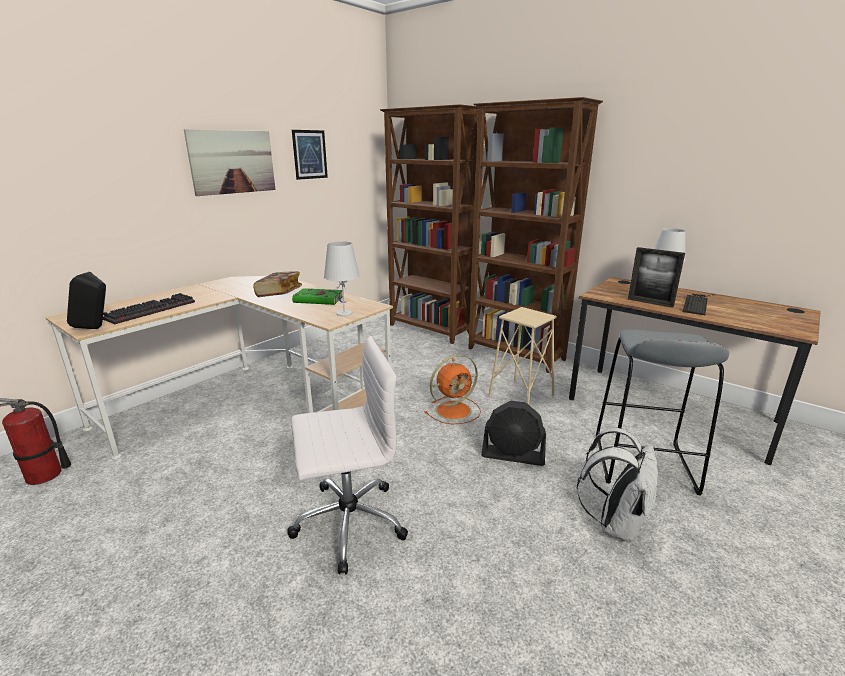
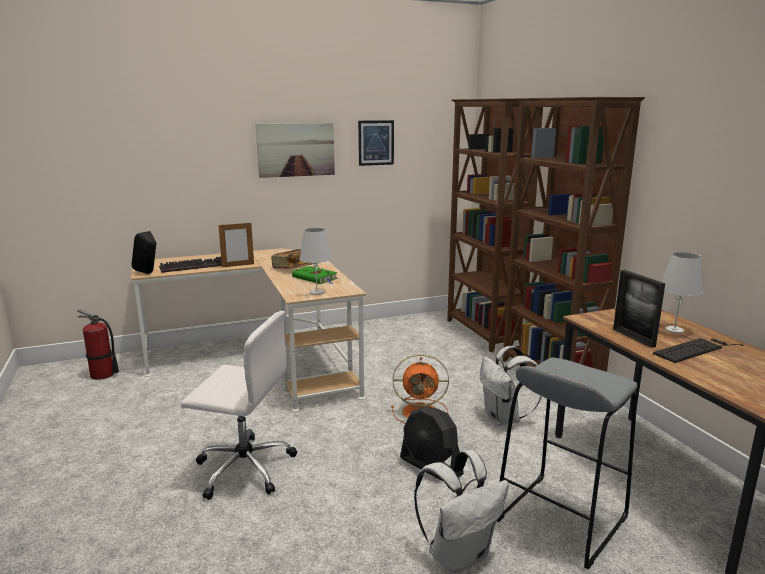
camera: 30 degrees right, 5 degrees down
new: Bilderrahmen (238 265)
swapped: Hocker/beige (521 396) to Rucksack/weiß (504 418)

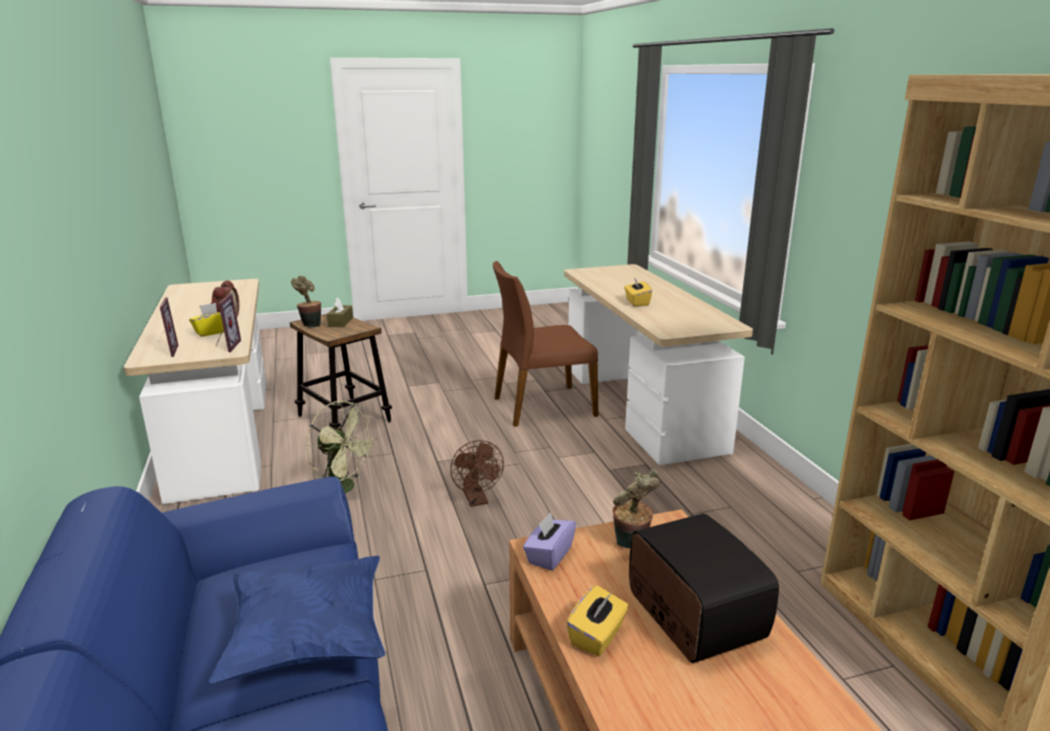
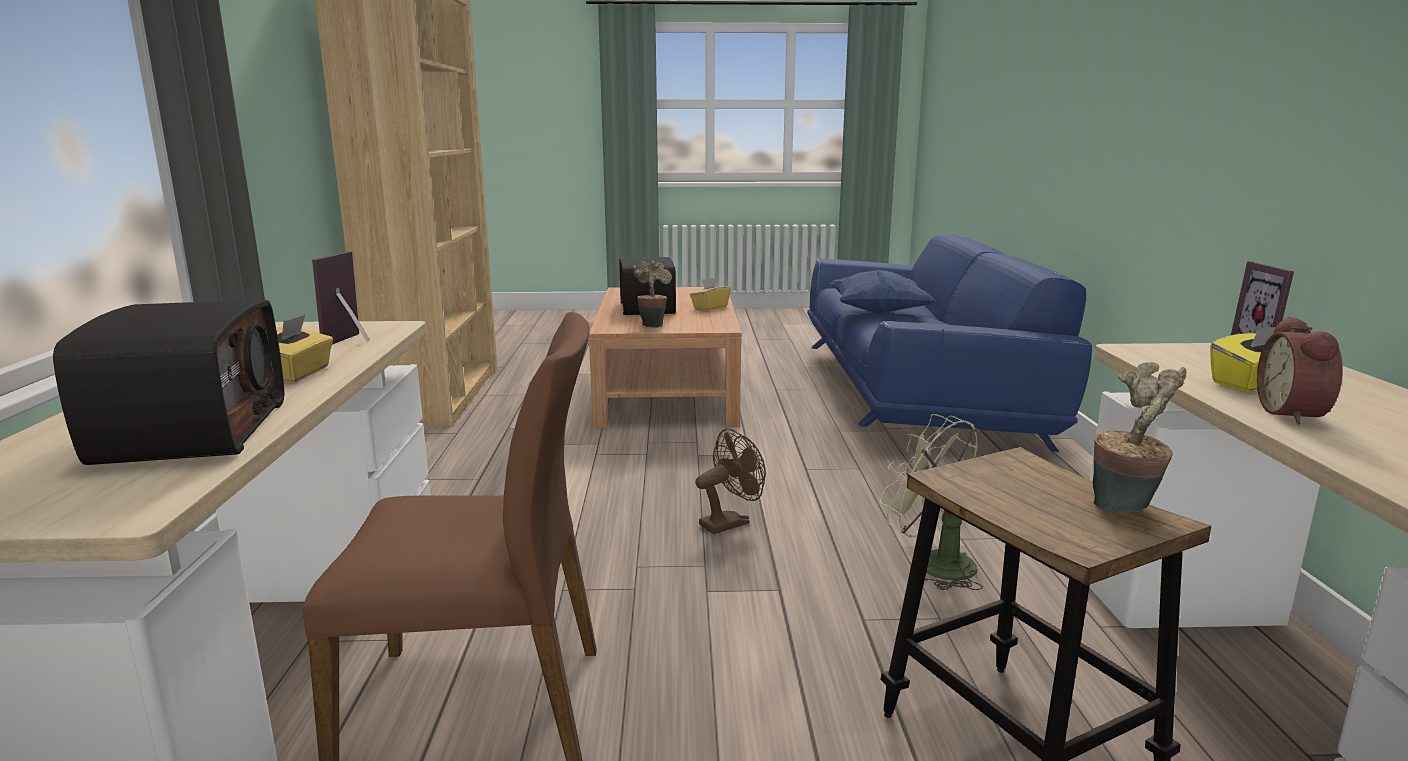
camera: 165 degrees left, 5 degrees down
gone: Taschentuchbox/braun (340 322); Taschentuchbox/lila (549 555)
new: Radio (190 431)
shifted: Bilderrahmen (226 346) to (354 341)
rotated: Ventilator/braun (477 500) = (730 522) 60 degrees clockwise

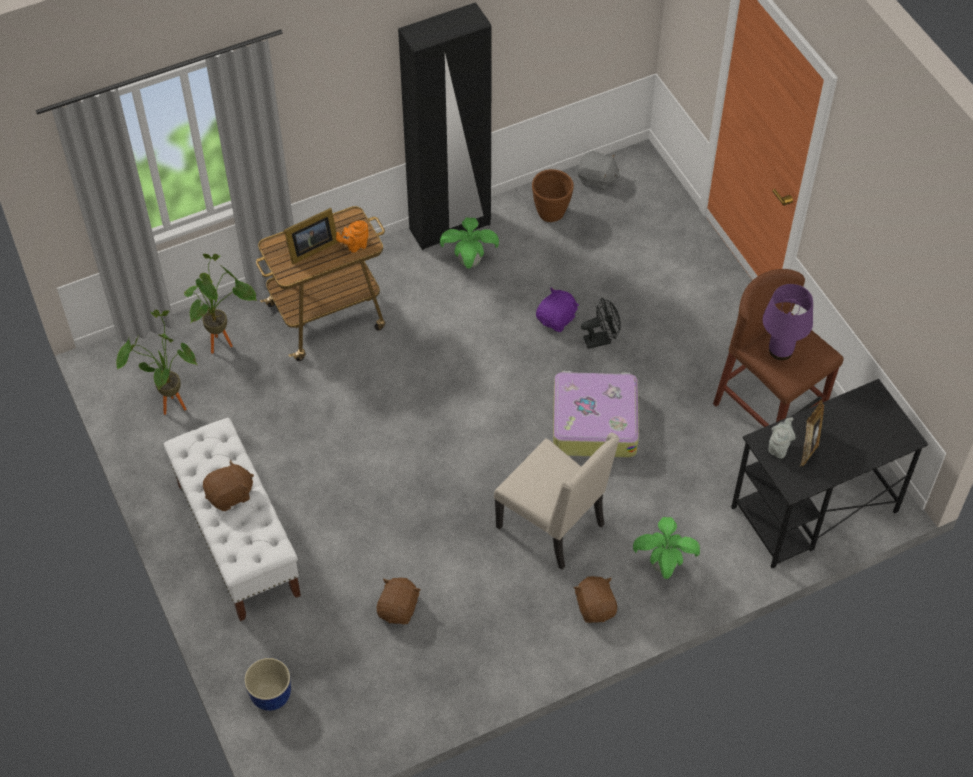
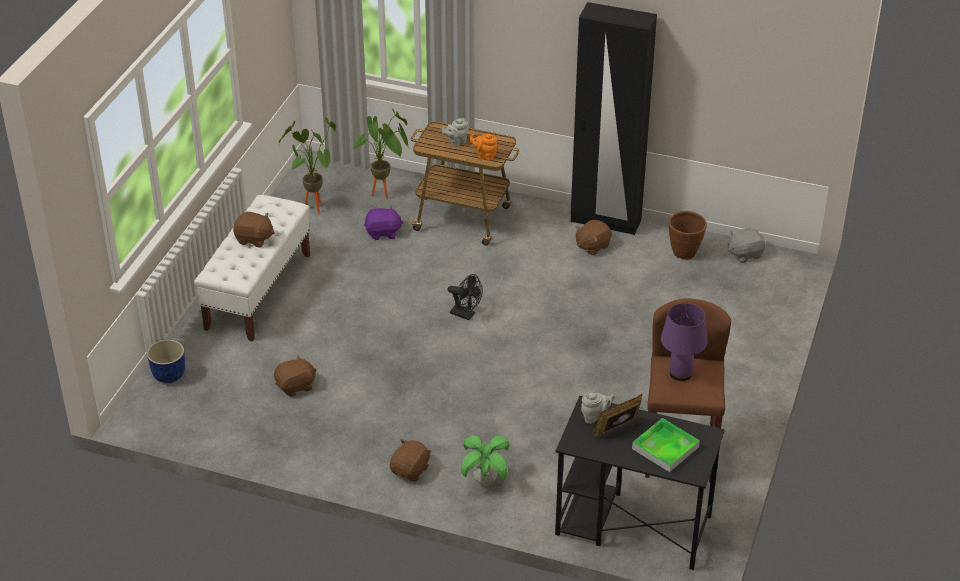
camera: 45 degrees right, 15 degrees down
gone: Stuhl/beige (553 526); Koffer (593 422)
new: Tablett (665 448)
shifted: Plüschtier/lila (556 319) to (383 233); Ventilator/schwarz (601 339) to (466 314)
swapped: Bilderrahmen (310 249) to Teekanne/grau (456 142); Topfpflanze (470 262) to Plüschtier/braun (592 246)
rotated: Plüschtier/grau (597 179) = (744 254) 90 degrees clockwise

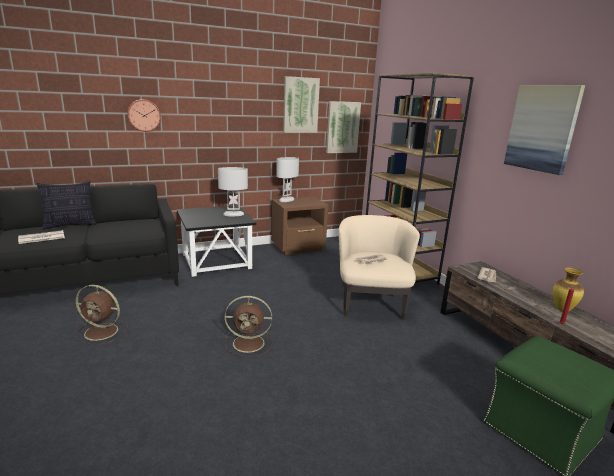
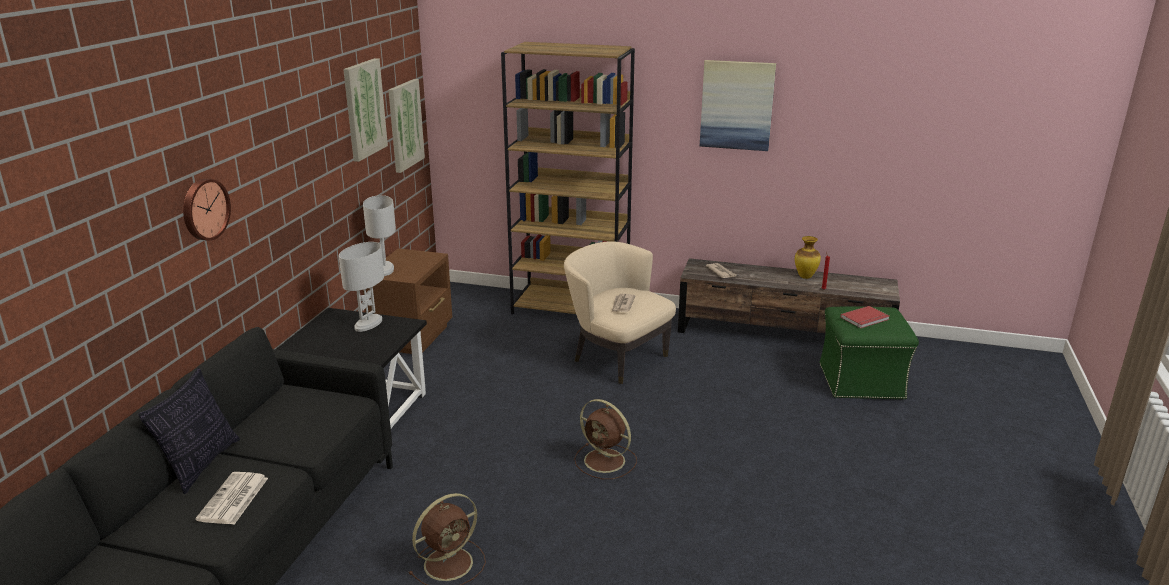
camera: 50 degrees left, 5 degrees up
new: Buch/rot (865 319)
rotated: Ventilator/braun (250 343) = (606 461) 90 degrees clockwise

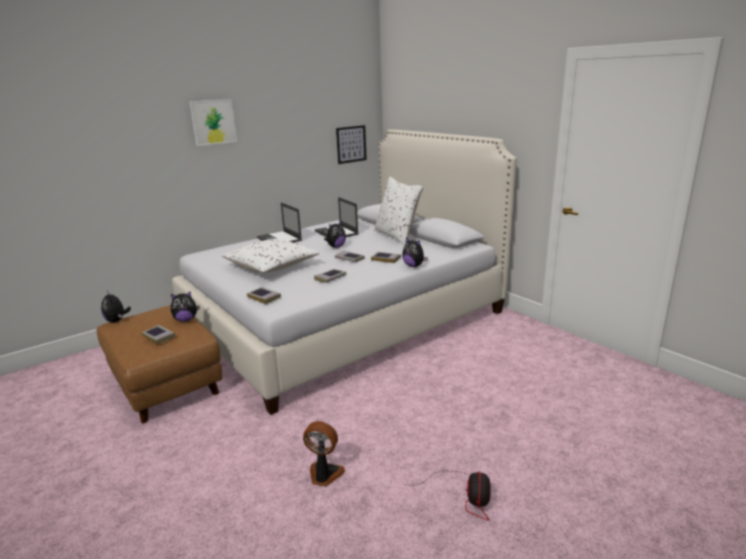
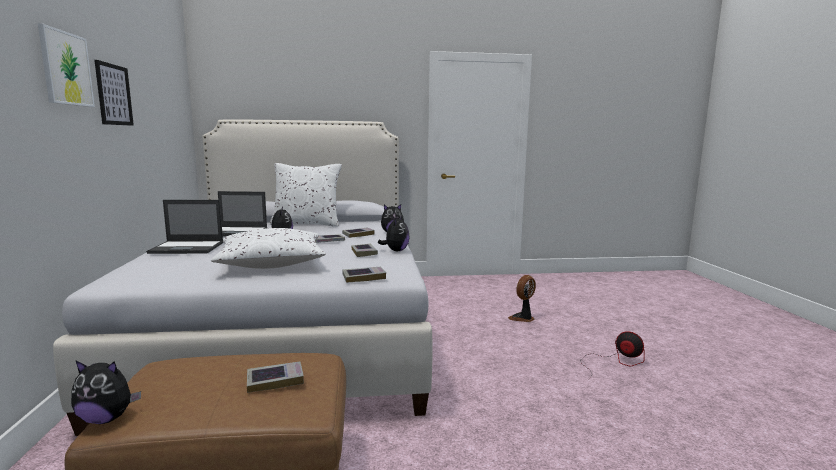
camera: 60 degrees left, 10 degrees down
shifted: Plüschtier (186 320) to (396 251); Ventilator (324 475) to (522 318); Bild (351 144) to (114 95)

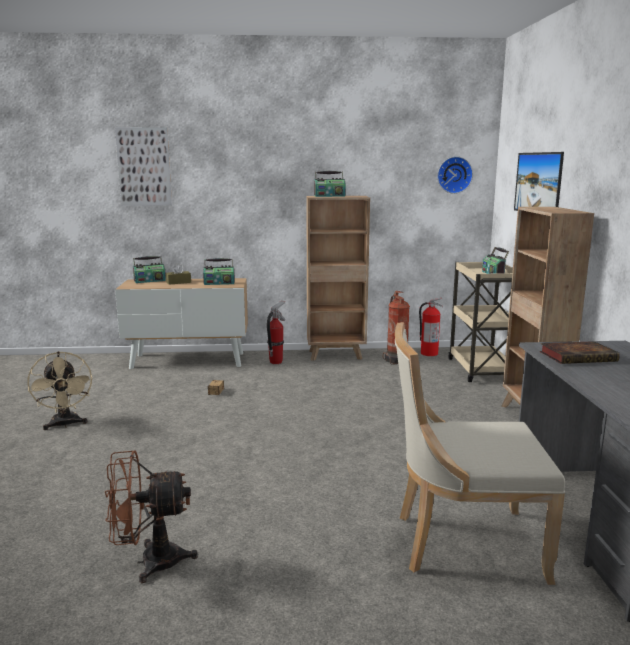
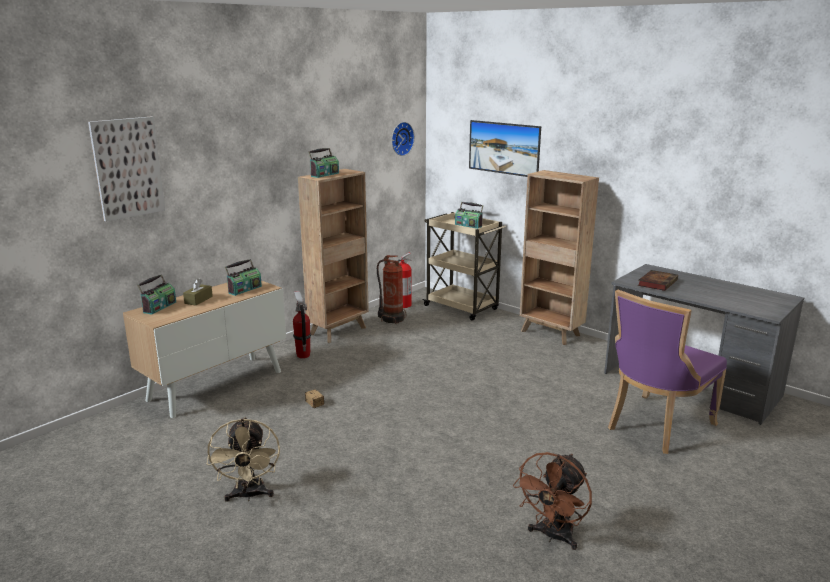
camera: 45 degrees left, 5 degrees up
repainted: Stuhl/beige (462 543) to Stuhl/lila (656 426)
rotated: Ventilator/beige (65 425) = (249 495) 60 degrees clockwise

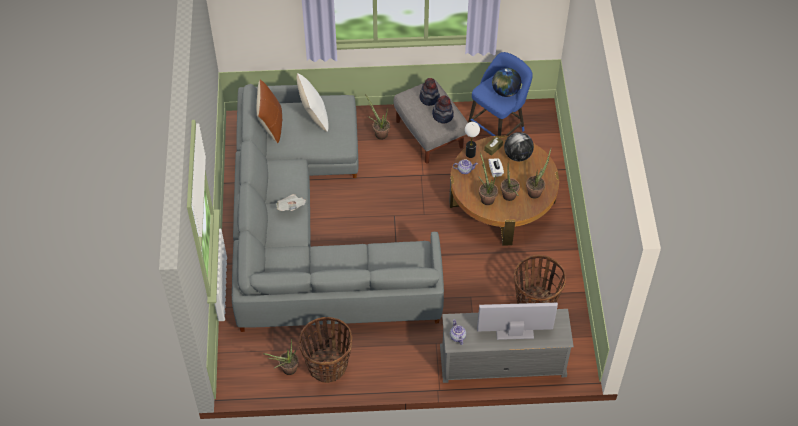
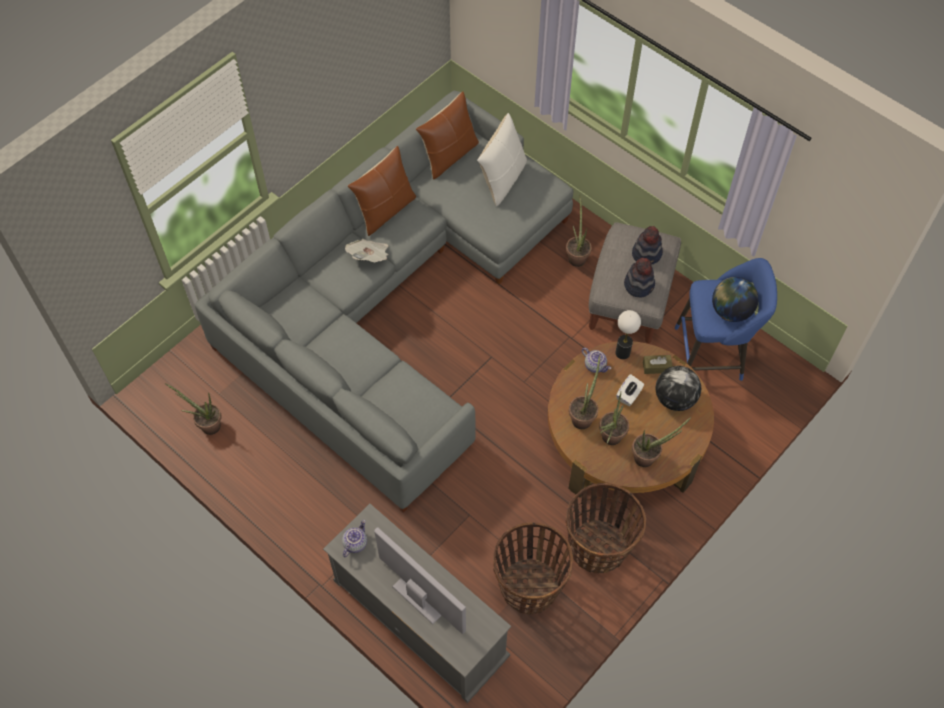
camera: 45 degrees right, 5 degrees up
new: Kissen/braun (385 210)
shifted: Korb (327 365) to (598 547)

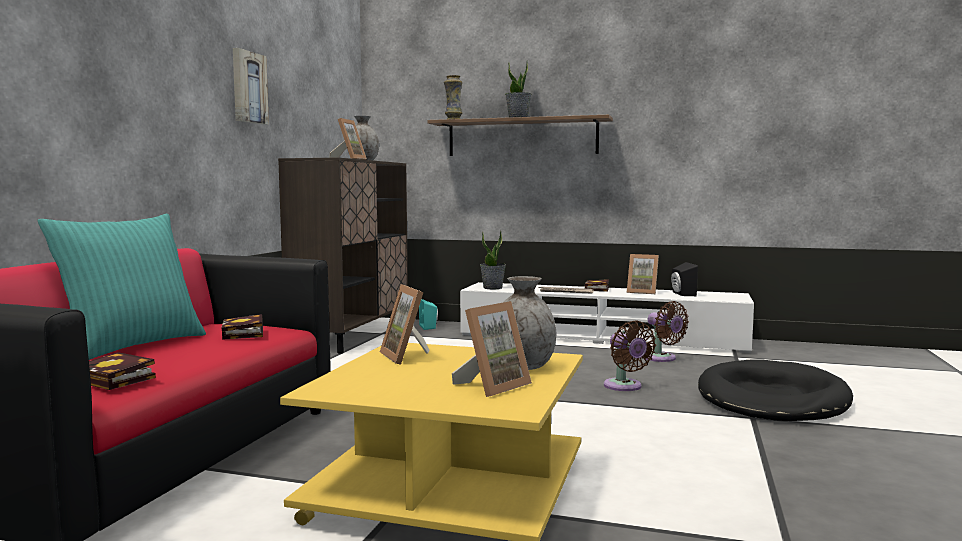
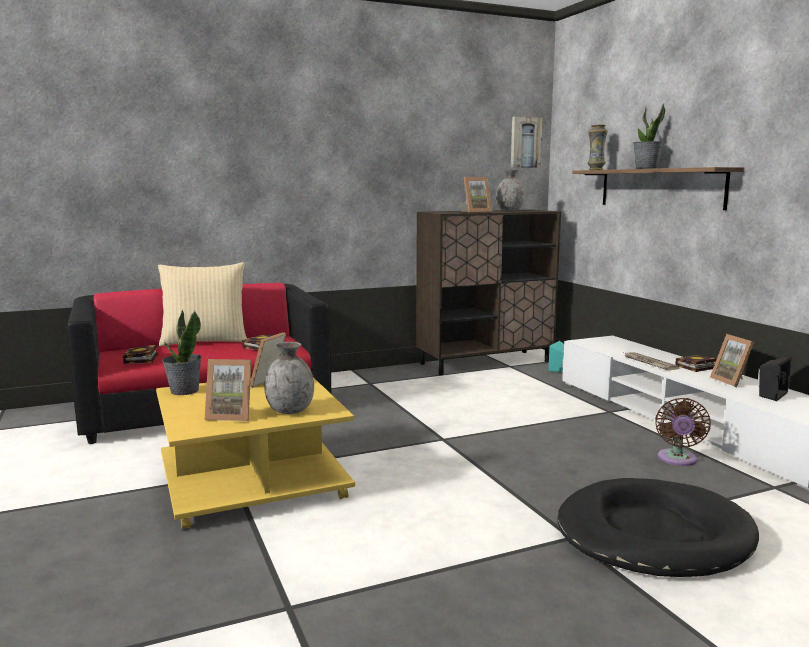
camera: 50 degrees right, 5 degrees up
gone: Ventilator/braun (625 387)
shifted: Bild (248 87) to (525 142); Topfpflanze (493 288) to (184 391)
repainted: Kissen/türkis (132 345) to Kissen/beige (205 341)

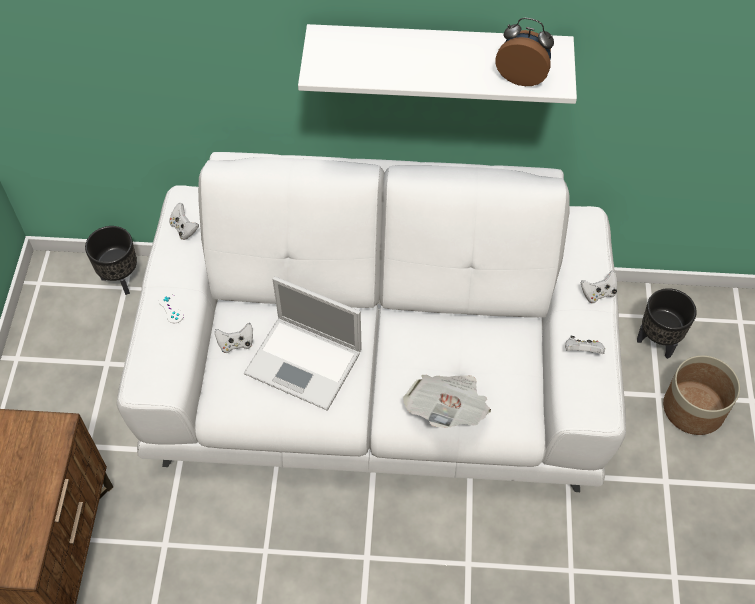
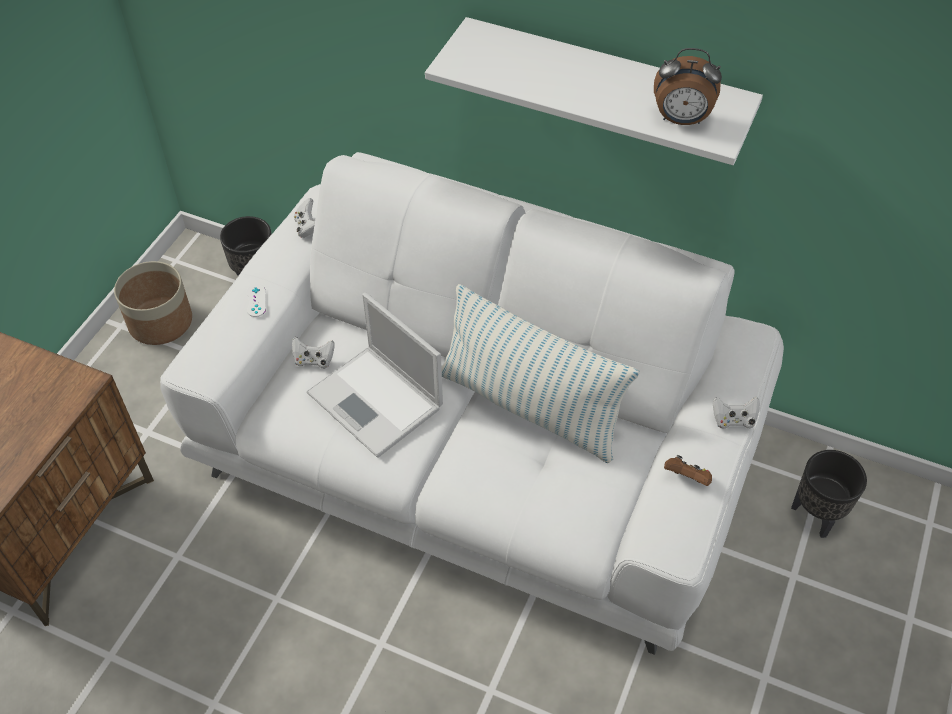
camera: 20 degrees right, 5 degrees down
gone: Zeitung (447 409)
new: Kissen (530 406)
shifted: Pflanzkübel (693 408) to (160 321)
repainted: Gamepad/weiß (582 351) to Gamepad/braun (687 478)
rotated: Wecker (522 76) = (681 120) 150 degrees clockwise

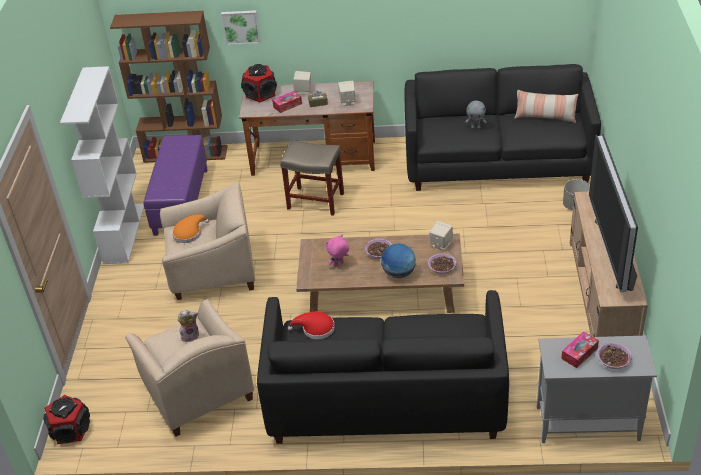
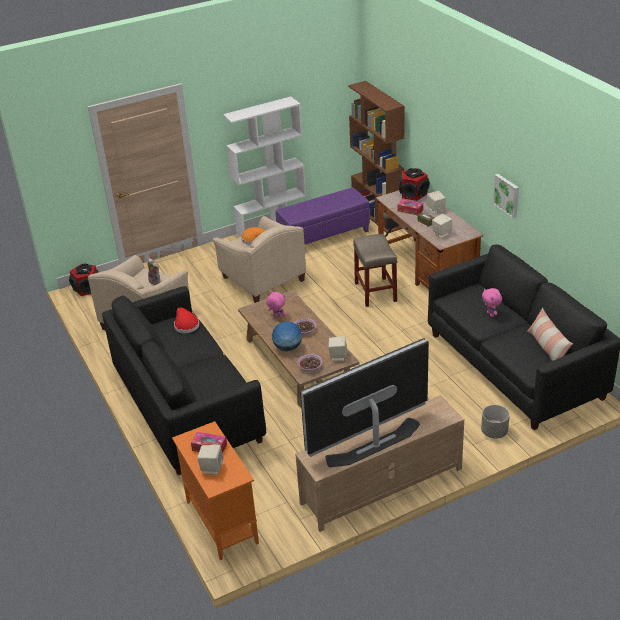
camera: 60 degrees right, 5 degrees down
shifted: Bild (241 26) to (507 195)
swapped: Schüssel (613 360) to Lautsprecher/beige (212 468)
repainted: Plüschtier/grau (475 127) to Plüschtier/rosa (491 314); Schrank/grau (586 423) to Schrank/orange (221 521)

